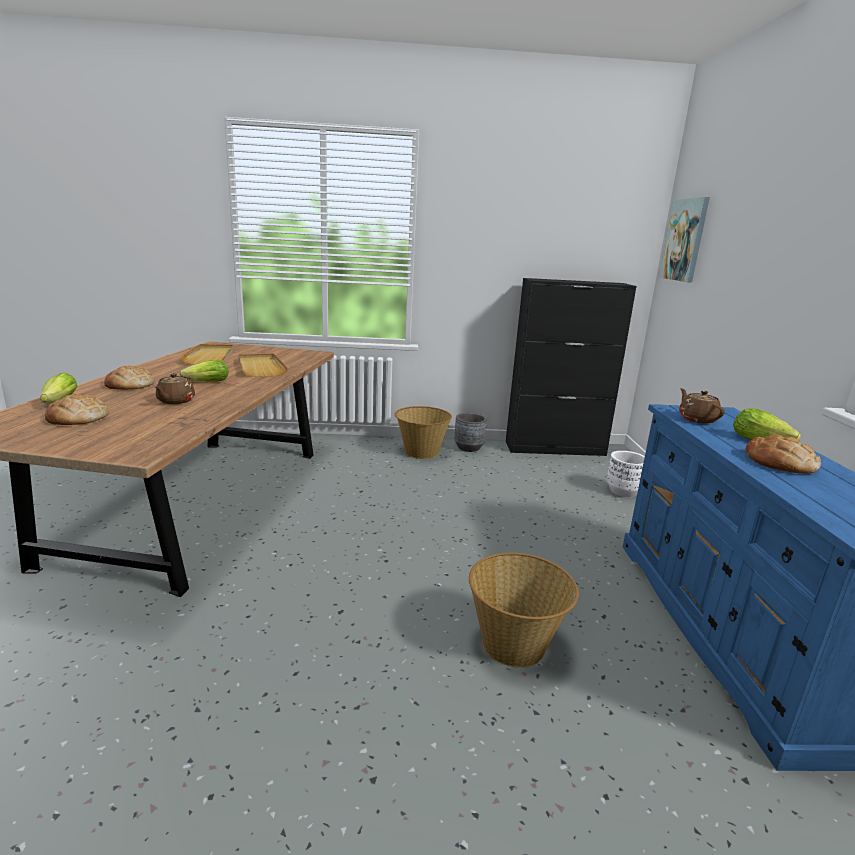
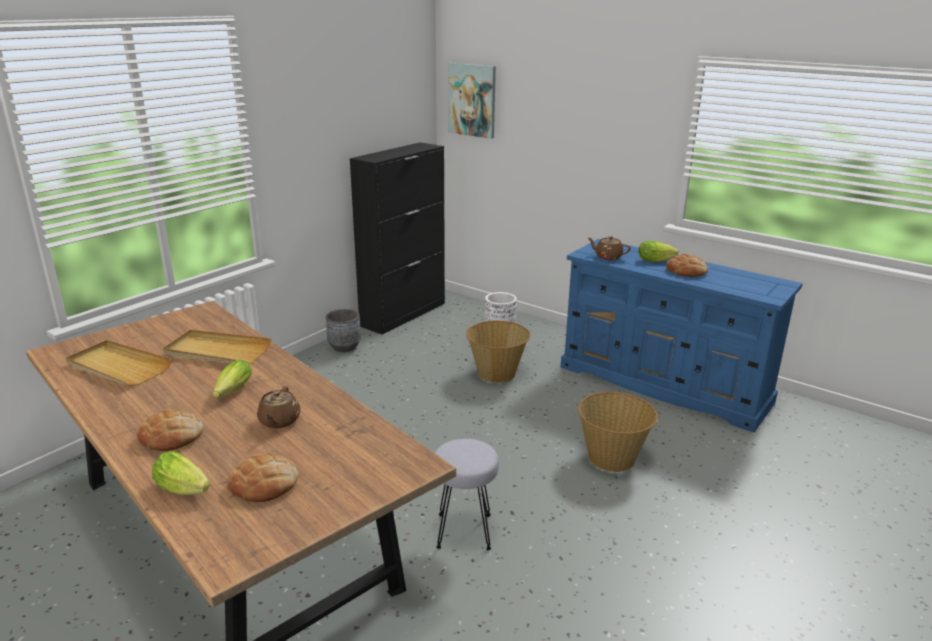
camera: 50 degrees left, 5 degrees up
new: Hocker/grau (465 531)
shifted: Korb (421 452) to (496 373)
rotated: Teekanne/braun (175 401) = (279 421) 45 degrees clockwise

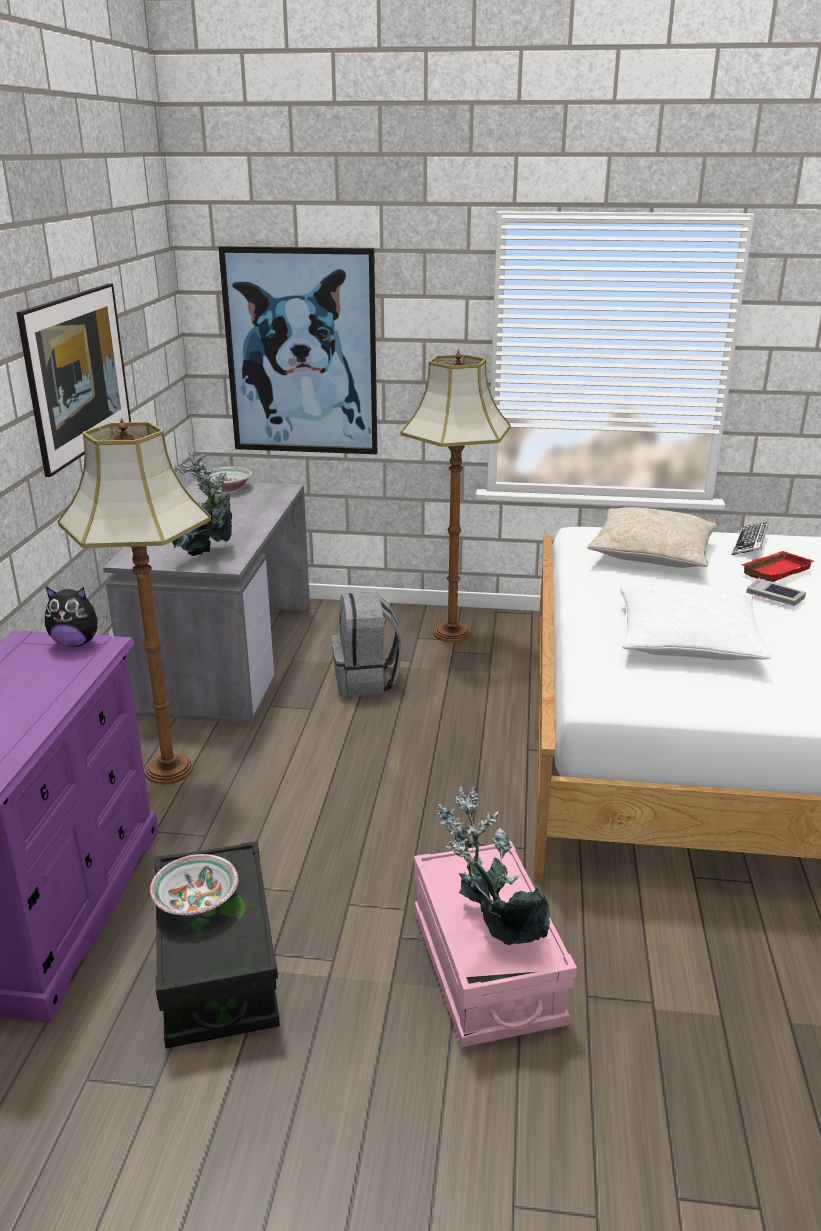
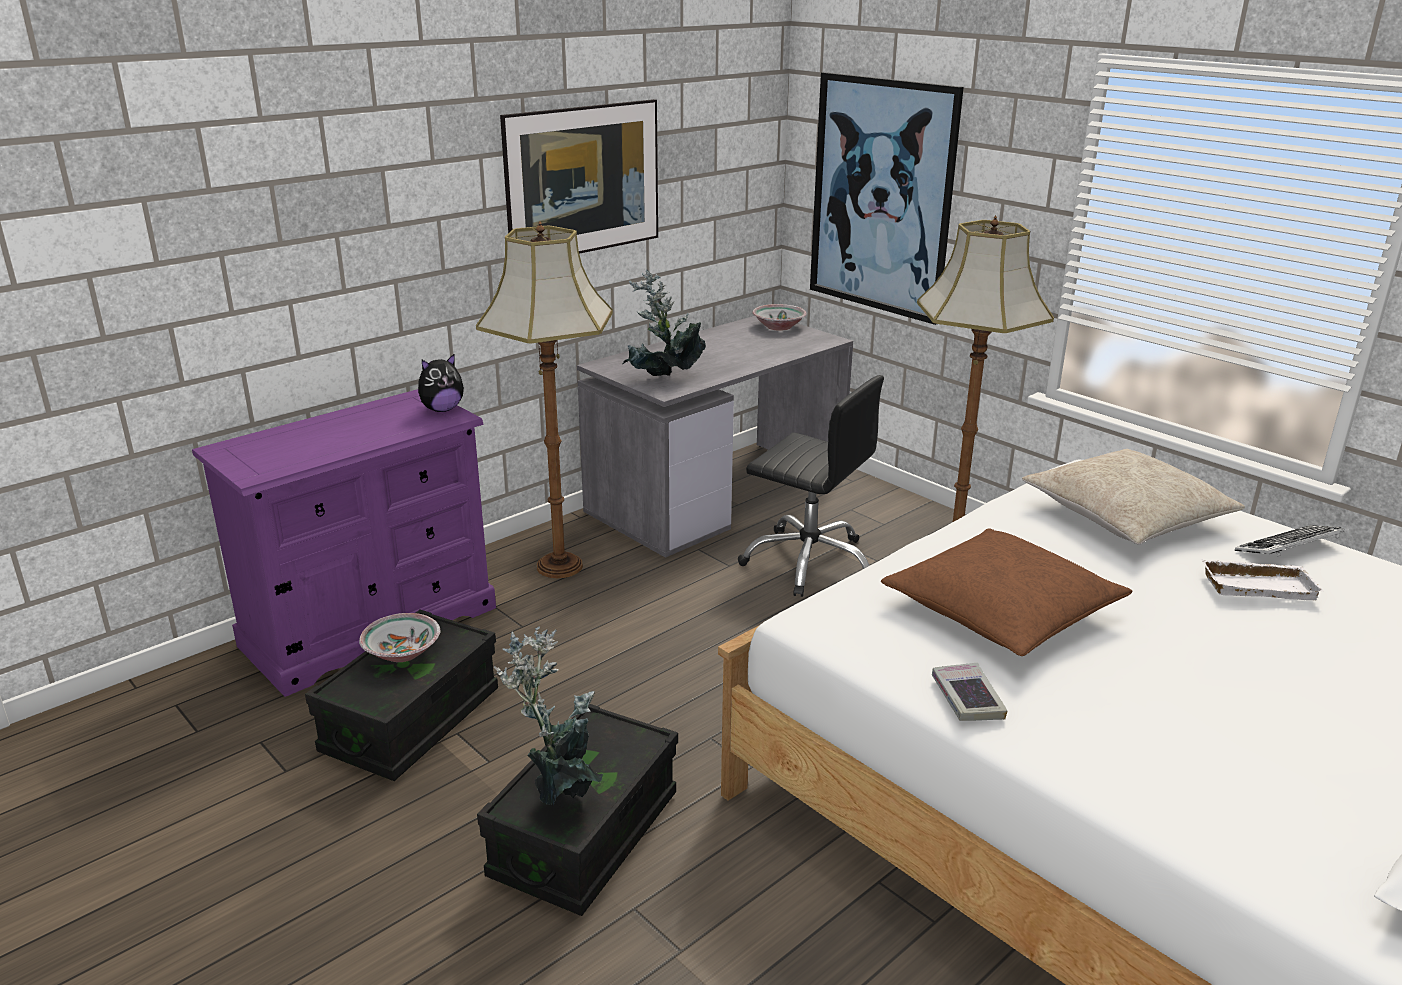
camera: 40 degrees right, 0 degrees up
shifted: Buch (774 597) to (967 698)
swapped: Rucksack/grau (366 680) to Bürostuhl/schwarz (809 561)
repainted: Aufbewahrungsbox/rosa (486 968) to Aufbewahrungsbox/schwarz (585 836); Kissen/weiß (687 640) to Kissen/braun (1001 610); Tablett/rot (774 570) to Tablett/weiß (1258 585)
rotated: Plüschtier (76 643) = (442 409) 75 degrees counterclockwise

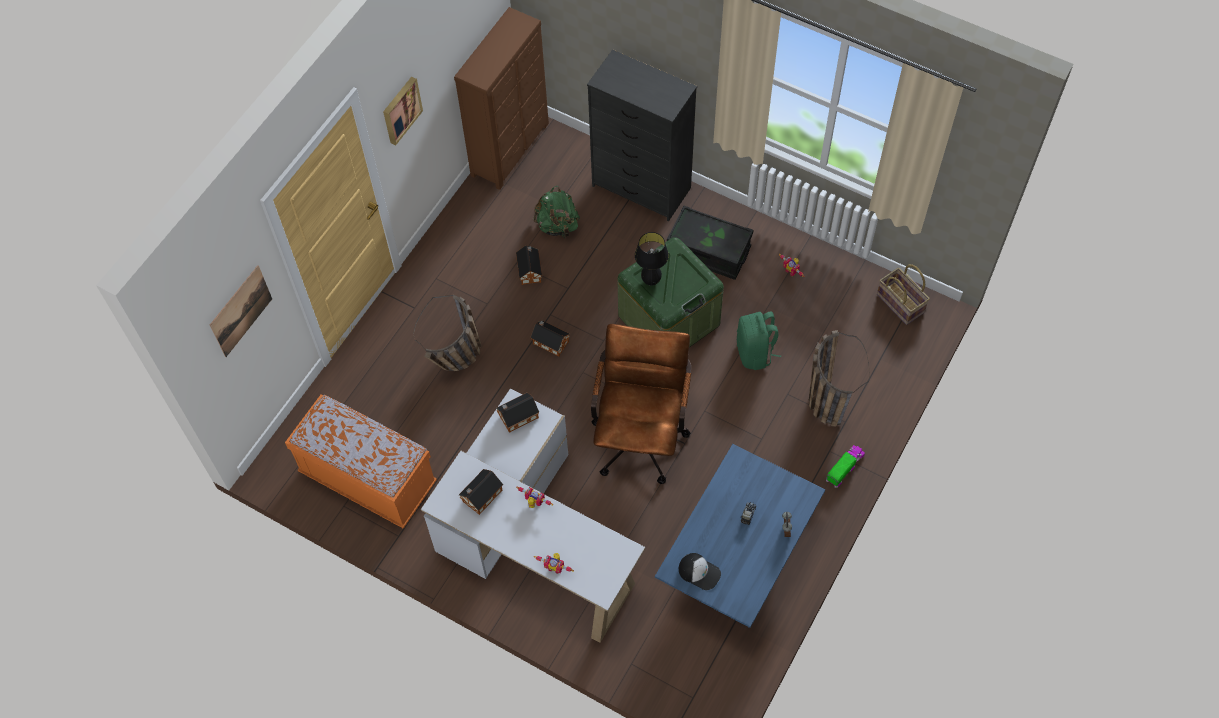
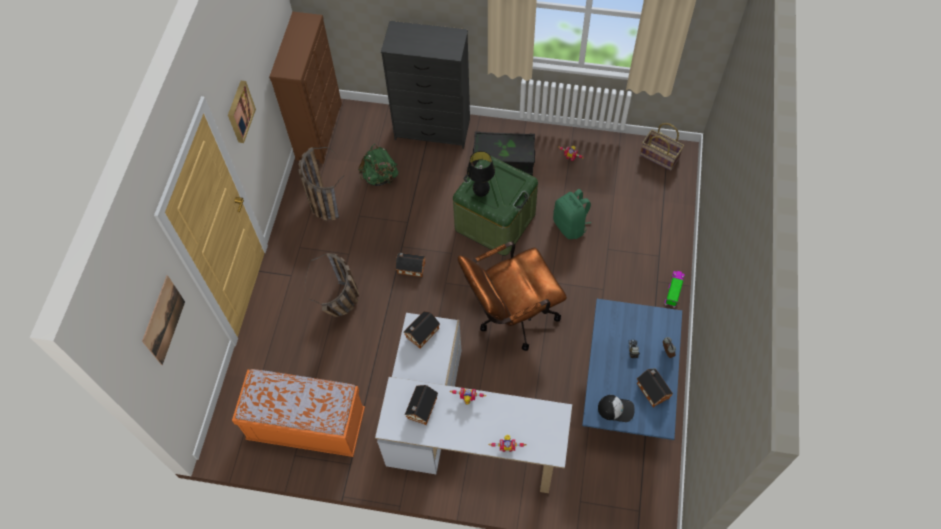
camera: 20 degrees left, 0 degrees up
shifted: Spielzeughaus (530 270) to (652 389); Korb (825 395) to (322 200)
rotated: Bürostuhl/braun (641 434) = (510 315) 105 degrees counterclockwise

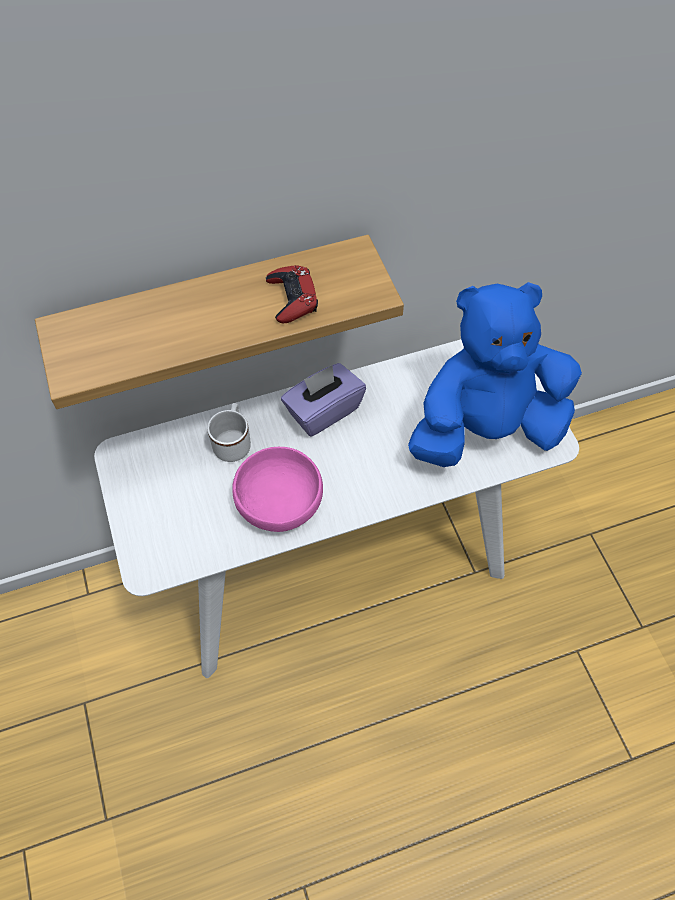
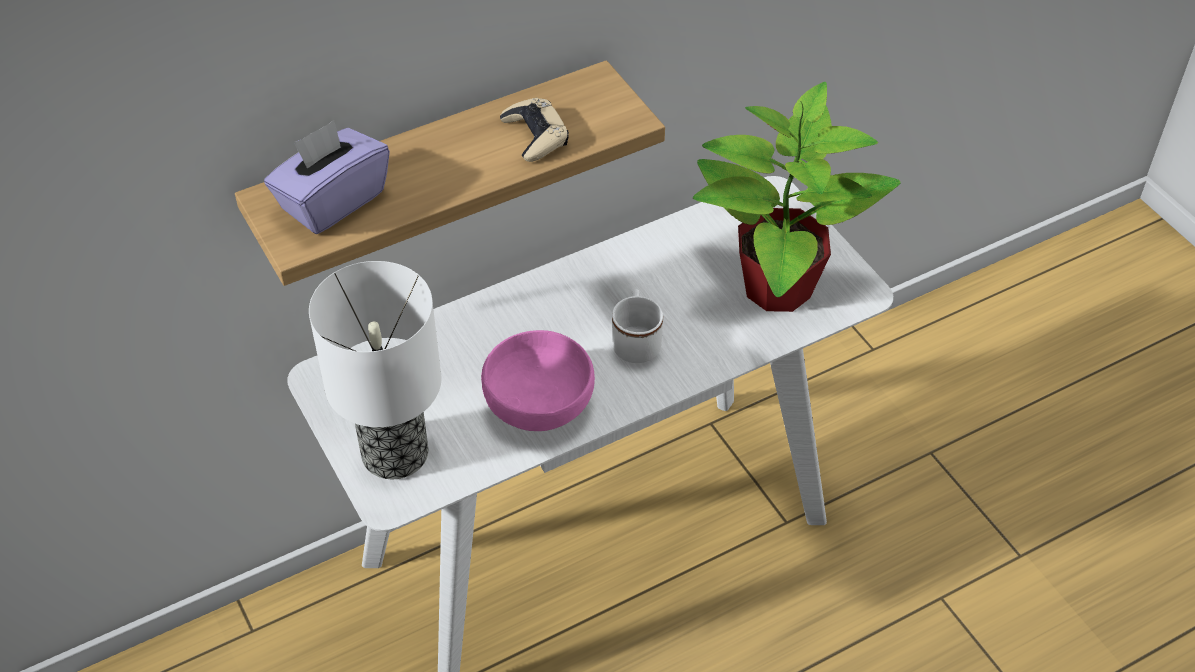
camera: 10 degrees left, 10 degrees down
new: Tischlampe (393 453)
shifted: Henkelbecher/weiß (233 442) to (636 341); Taschentuchbox/lila (323 411) to (332 201)
swapped: Plüschtier/blau (485 429) to Topfpflanze (775 288)
repainted: Gamepad/rot (292 298) to Gamepad/beige (535 135)

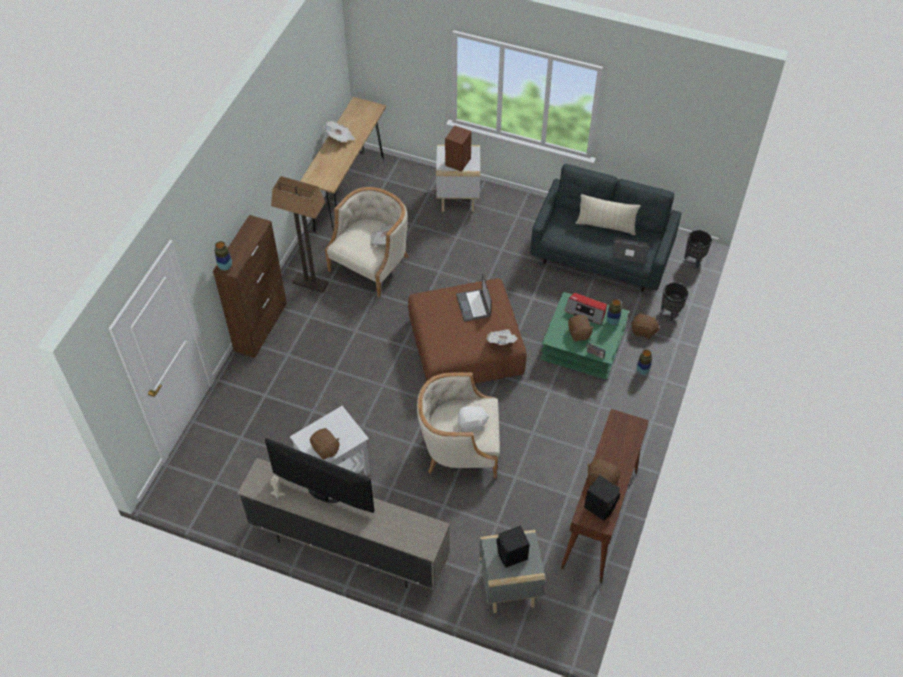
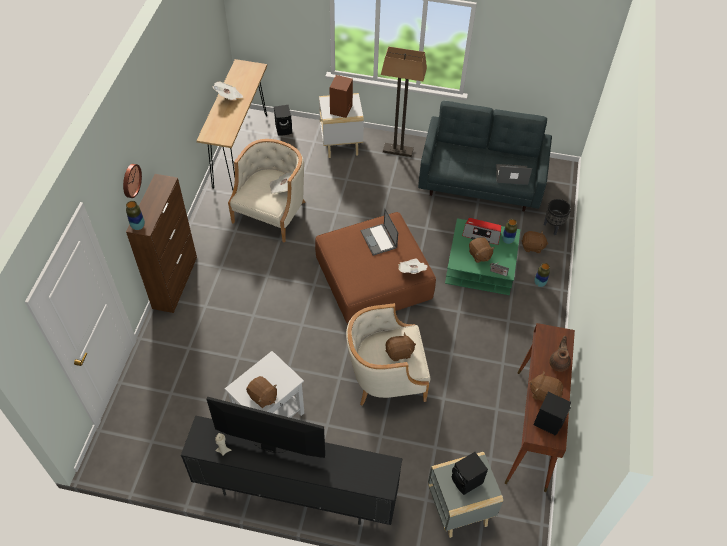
camera: 10 degrees left, 0 degrees up
gone: Kissen/beige (606 226); Pflanzkübel/schwarz (694 260)
new: Wanduhr (130 180); Lautsprecher/schwarz (284 129); Teekanne/braun (559 362)
shifted: Stehlampe (311 283) to (398 150)
repainted: Fernsehschrank/beige (348 548) to Fernsehschrank/schwarz (295 492); Plüschtier/weiß (472 423) to Plüschtier/braun (399 352)

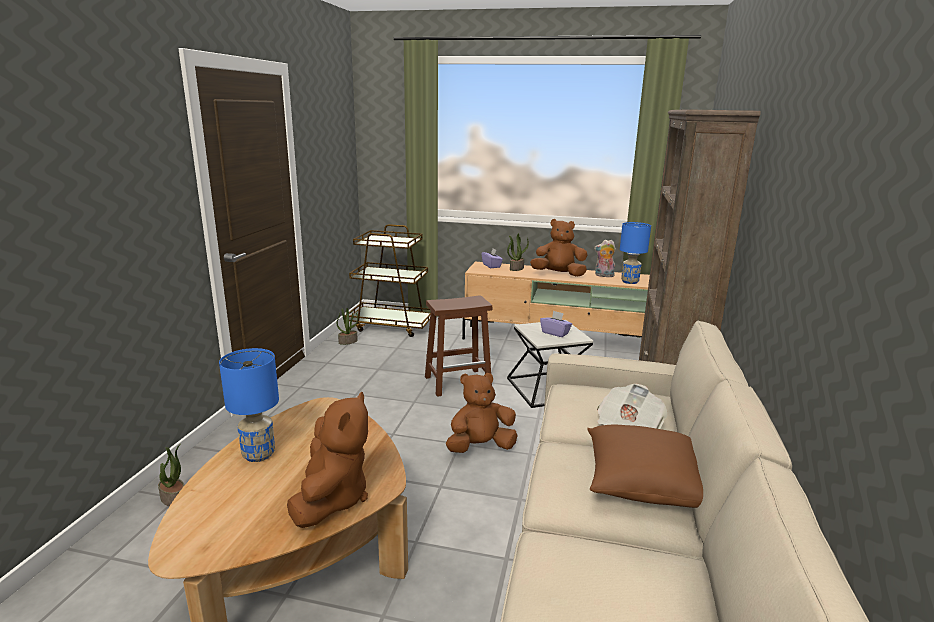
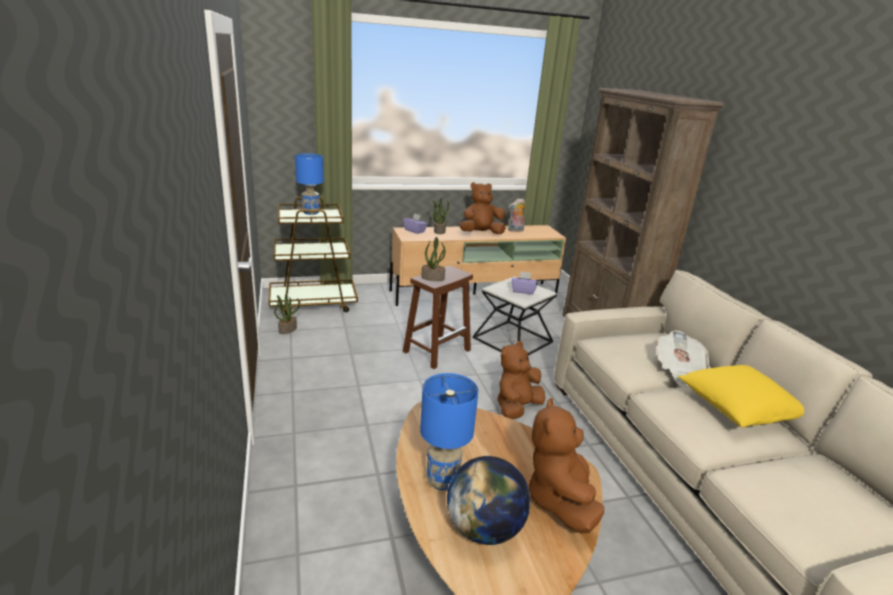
camera: 30 degrees left, 5 degrees up
new: Globus (484 529)
shifted: Topfpflanze (174 498) to (433 278); Tischlampe/blau (630 282) to (311 212)
repainted: Kissen/braun (643 483) to Kissen/gelb (736 409)
rotated: Plüschtier/braun (332 499) = (559 499) 150 degrees counterclockwise

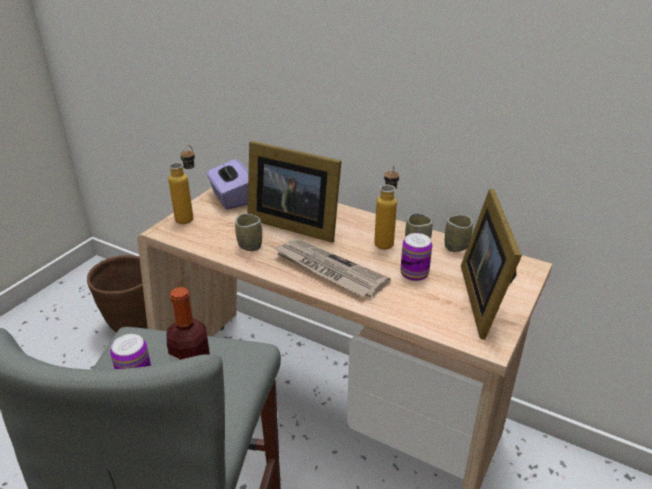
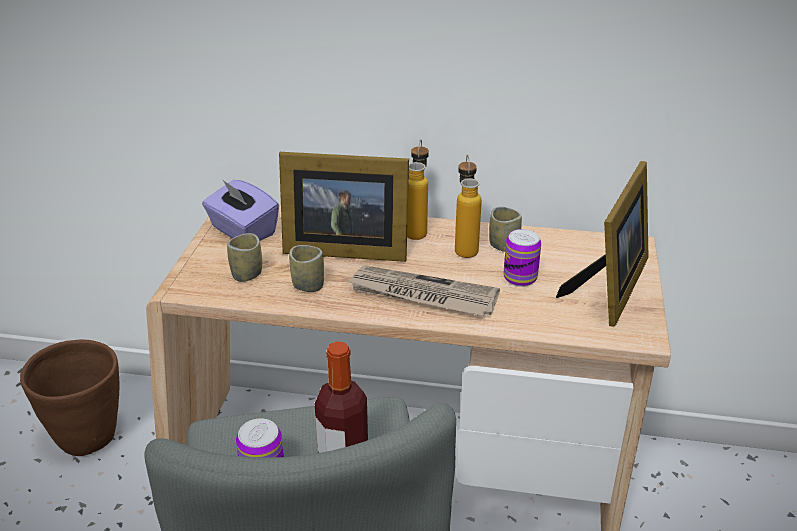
camera: 20 degrees left, 0 degrees up
shifted: Flasche (189 216) to (417 229); Tasse (456 246) to (247 274)
rotated: Bilderrahmen (486 298) = (610 288) 135 degrees counterclockwise

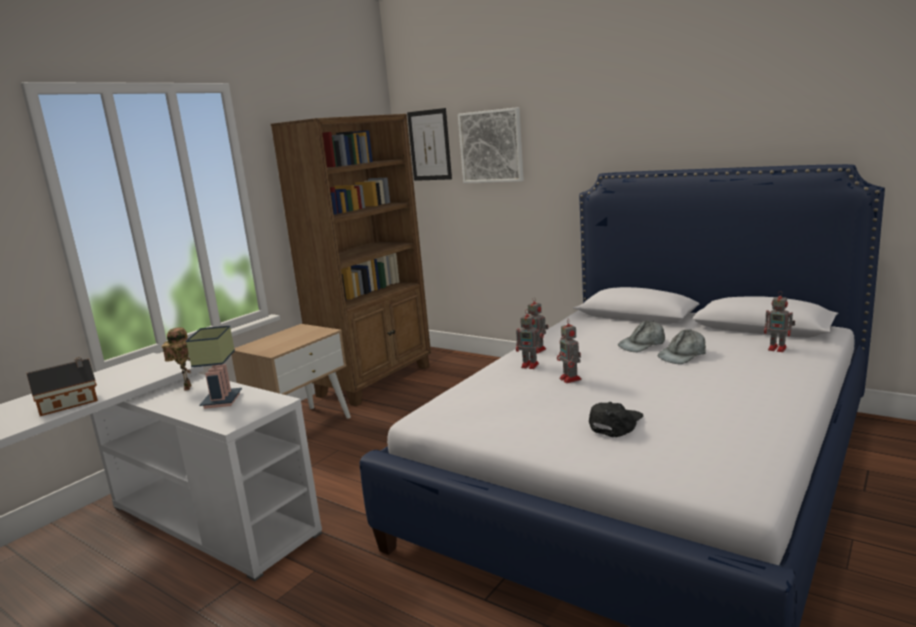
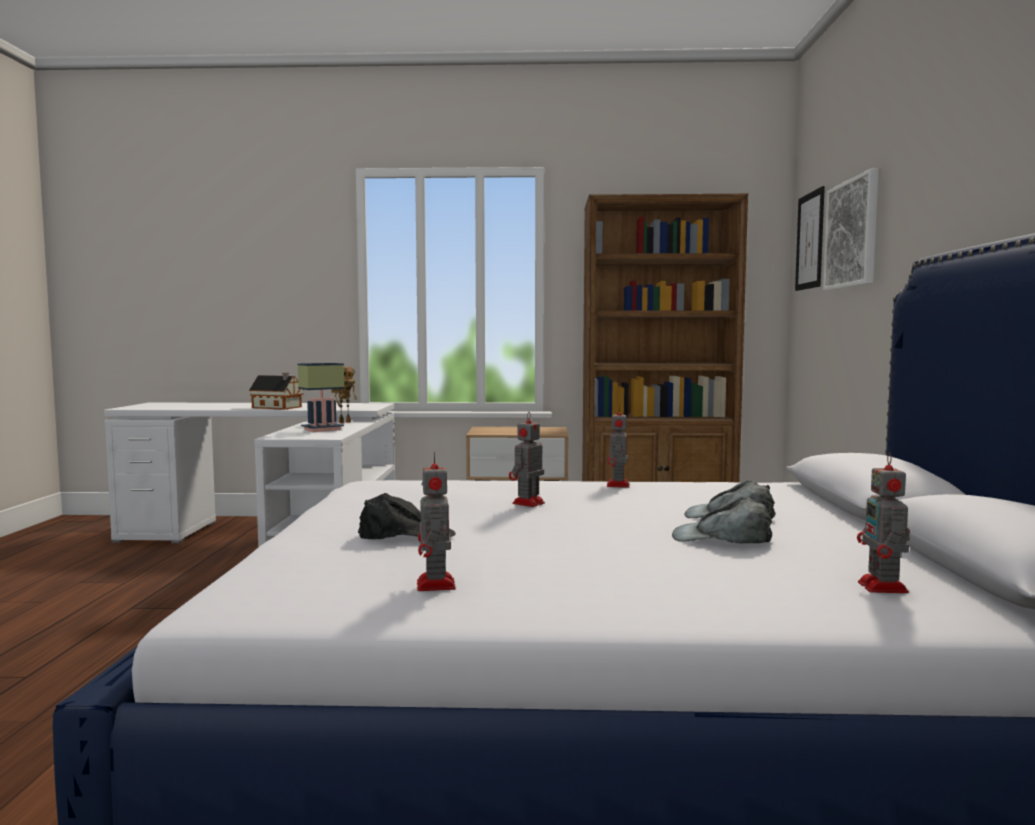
camera: 55 degrees right, 10 degrees down
shifted: Spielzeugroboter (531 365) to (436 586)

